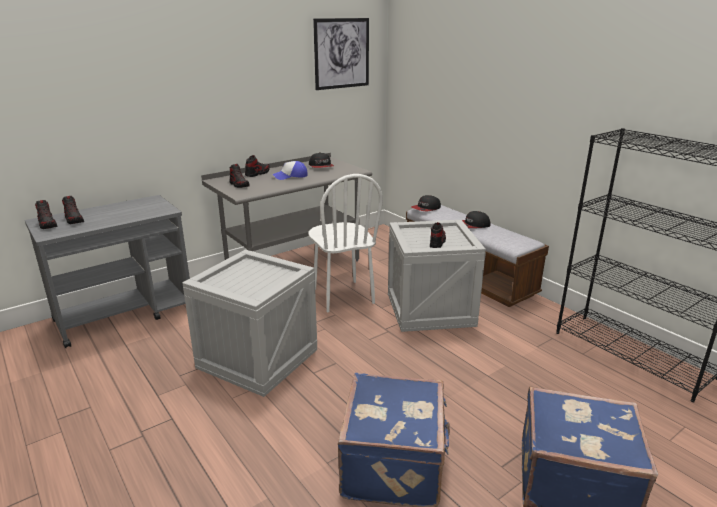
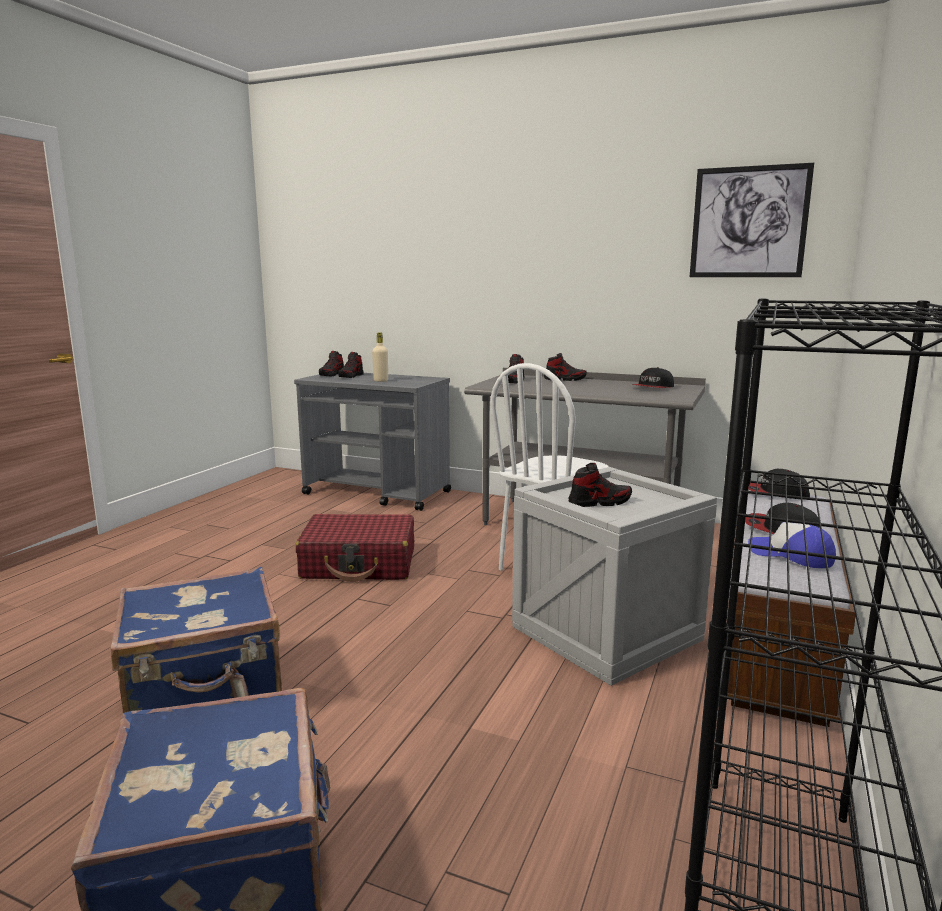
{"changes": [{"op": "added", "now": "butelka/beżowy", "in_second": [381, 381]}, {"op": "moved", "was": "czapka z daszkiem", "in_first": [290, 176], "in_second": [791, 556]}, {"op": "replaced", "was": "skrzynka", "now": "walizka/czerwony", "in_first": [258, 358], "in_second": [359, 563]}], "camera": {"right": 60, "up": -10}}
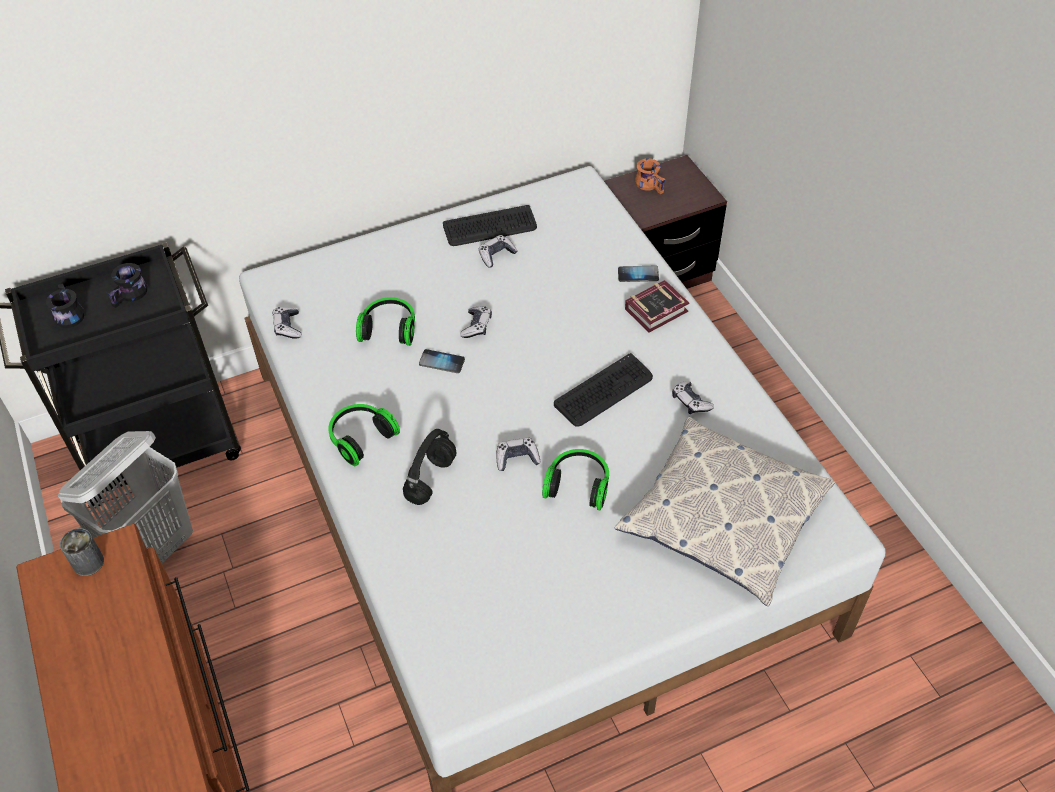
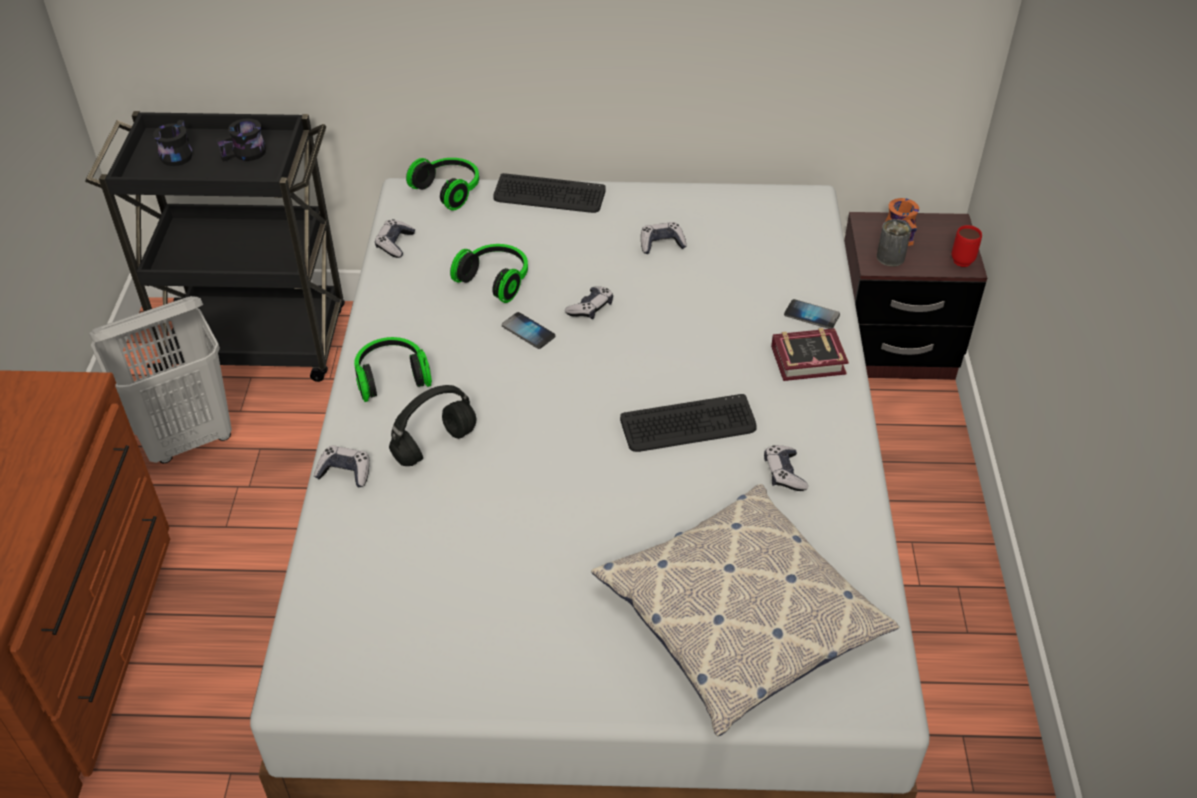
{"changes": [{"op": "added", "now": "kubek/czerwony", "in_second": [961, 258]}, {"op": "moved", "was": "puszka", "in_first": [88, 562], "in_second": [890, 257]}, {"op": "moved", "was": "klawiatura", "in_first": [490, 227], "in_second": [549, 195]}, {"op": "moved", "was": "pad do gier", "in_first": [517, 458], "in_second": [345, 472]}, {"op": "moved", "was": "słuchawki", "in_first": [578, 485], "in_second": [449, 190]}], "camera": {"right": 25, "up": -5}}
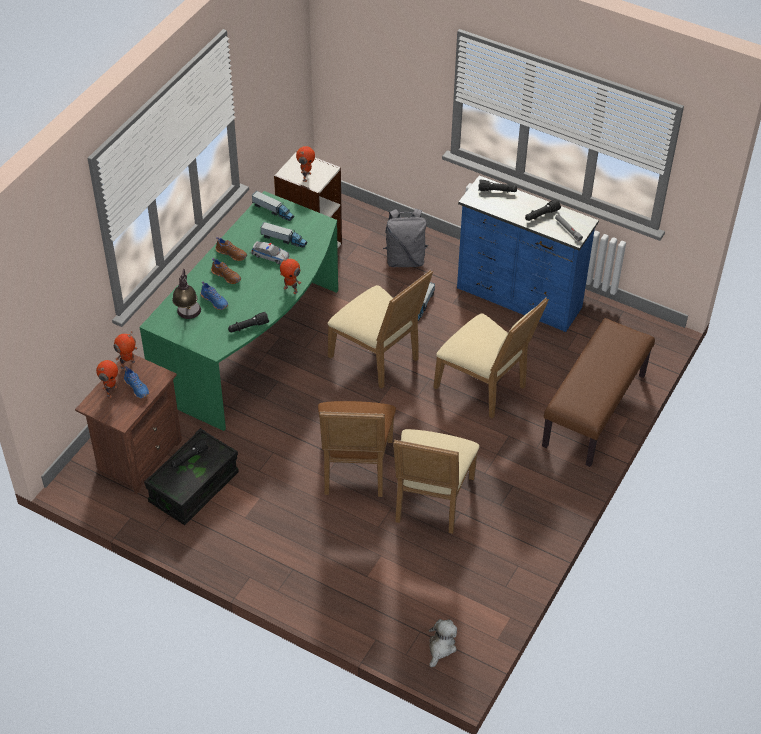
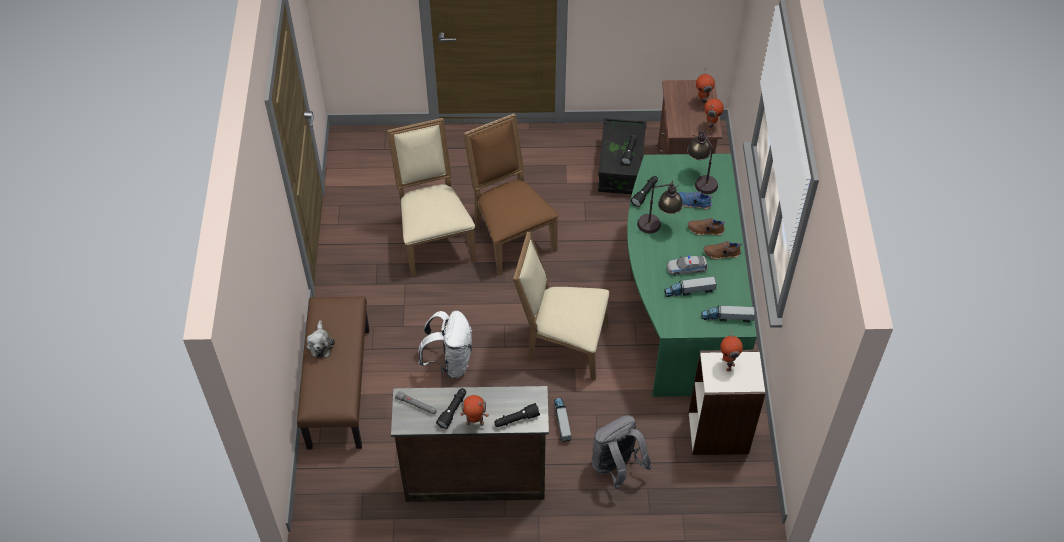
{"changes": [{"op": "removed", "was": "but/niebieski", "in_first": [137, 387]}, {"op": "added", "now": "lampa stołowa", "in_second": [658, 225]}, {"op": "moved", "was": "robot zabawkowy", "in_first": [291, 289], "in_second": [474, 424]}, {"op": "moved", "was": "pluszak", "in_first": [441, 647], "in_second": [320, 344]}, {"op": "replaced", "was": "krzesło/beżowy", "now": "plecak/biały", "in_first": [485, 387], "in_second": [449, 362]}, {"op": "recoloured", "was": "komoda/niebieski", "now": "komoda/brązowy", "in_first": [519, 299], "in_second": [474, 478]}], "camera": {"right": 150, "up": 5}}
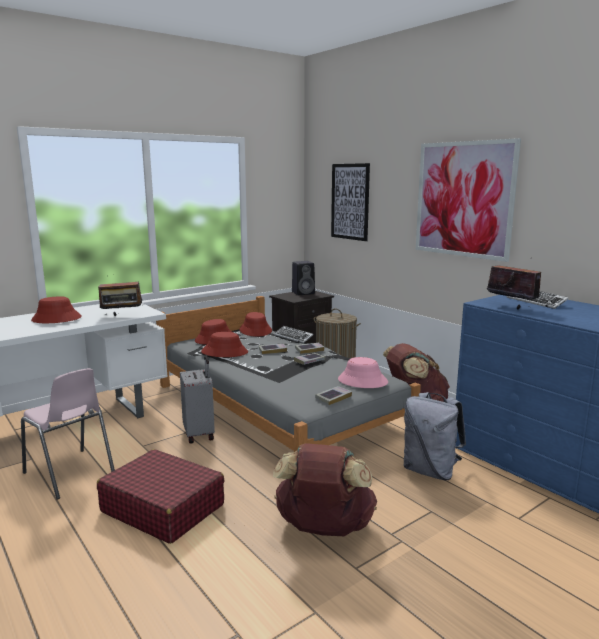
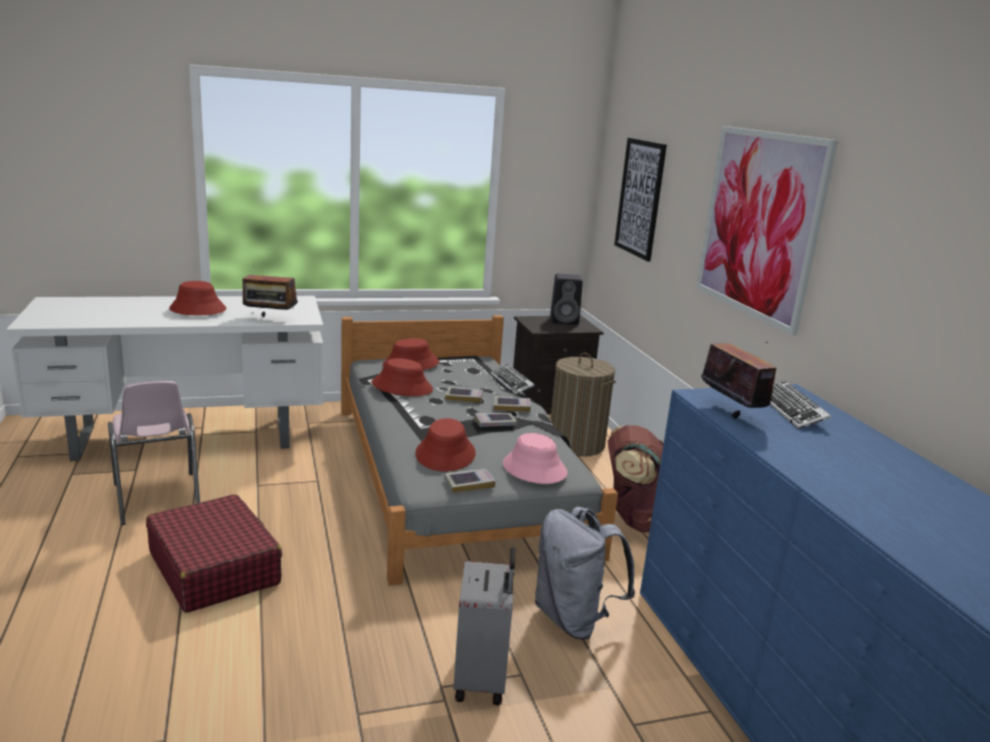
{"changes": [{"op": "removed", "was": "plecak/brązowy", "in_first": [324, 529]}, {"op": "moved", "was": "walizka/szary", "in_first": [200, 434], "in_second": [482, 680]}, {"op": "moved", "was": "kapelusz/czerwony", "in_first": [255, 330], "in_second": [445, 454]}], "camera": {"right": 20, "up": 5}}
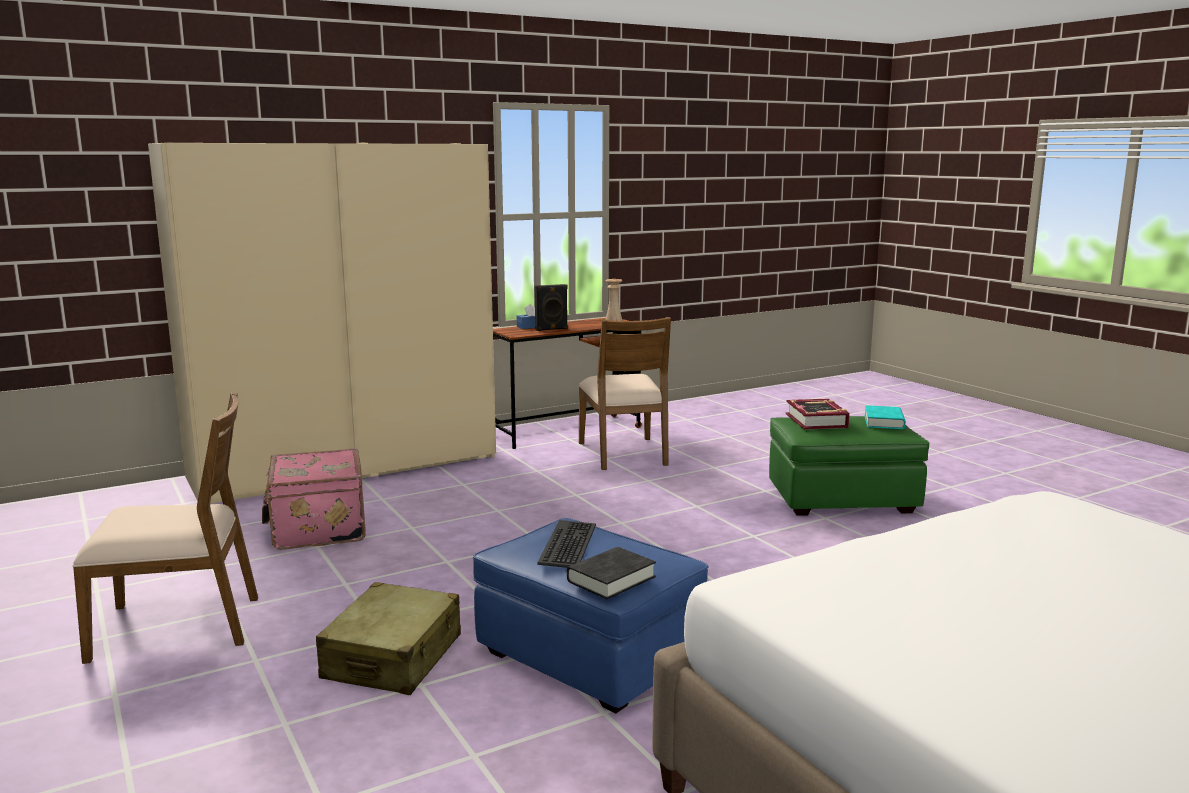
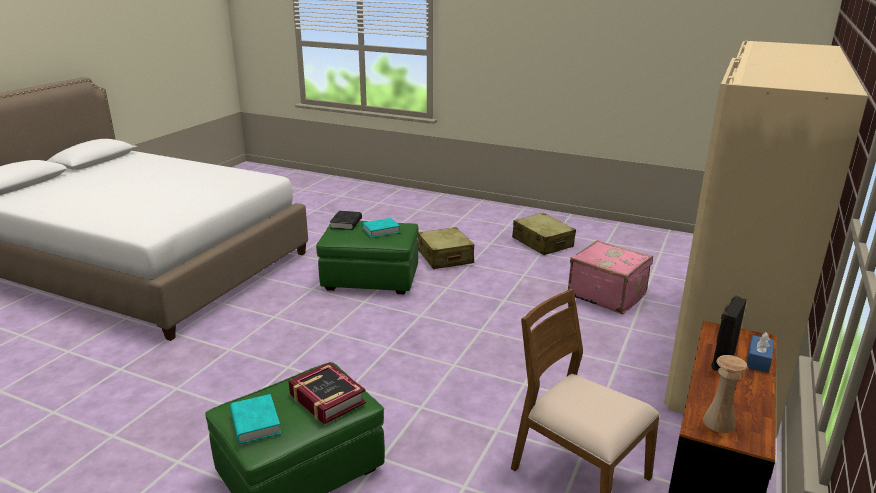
{"changes": [{"op": "replaced", "was": "krzesło/brązowy", "now": "walizka/beżowy", "in_first": [178, 626], "in_second": [542, 243]}, {"op": "replaced", "was": "klawiatura", "now": "książka/turkusowy", "in_first": [569, 545], "in_second": [381, 230]}, {"op": "recoloured", "was": "pufa/niebieski", "now": "pufa/zielony", "in_first": [589, 658], "in_second": [371, 279]}], "camera": {"right": 145, "up": 10}}
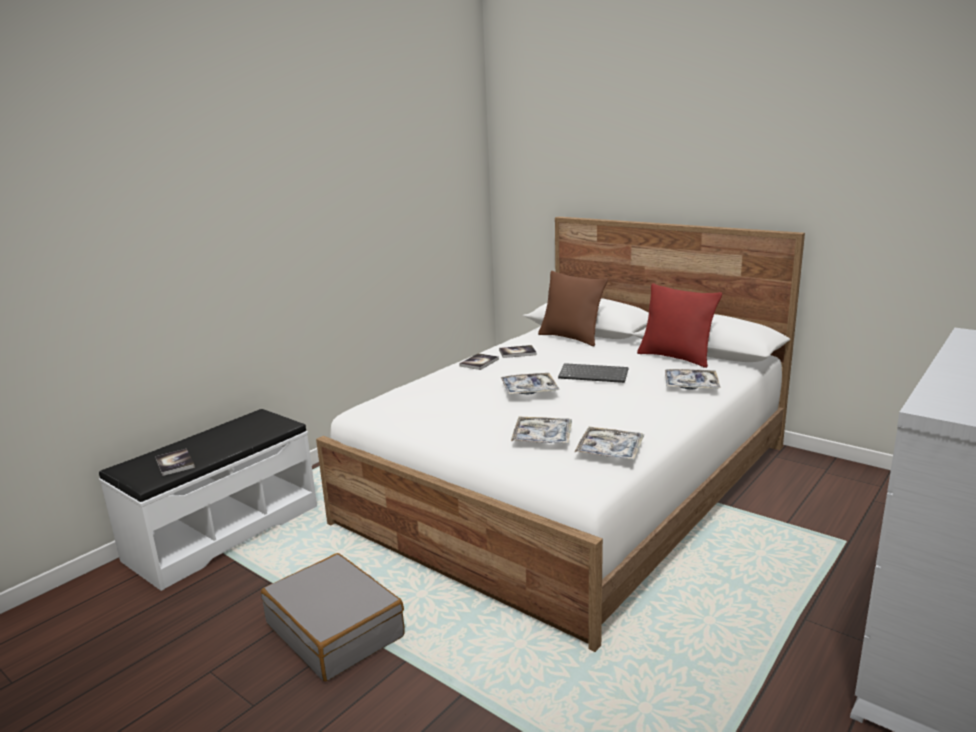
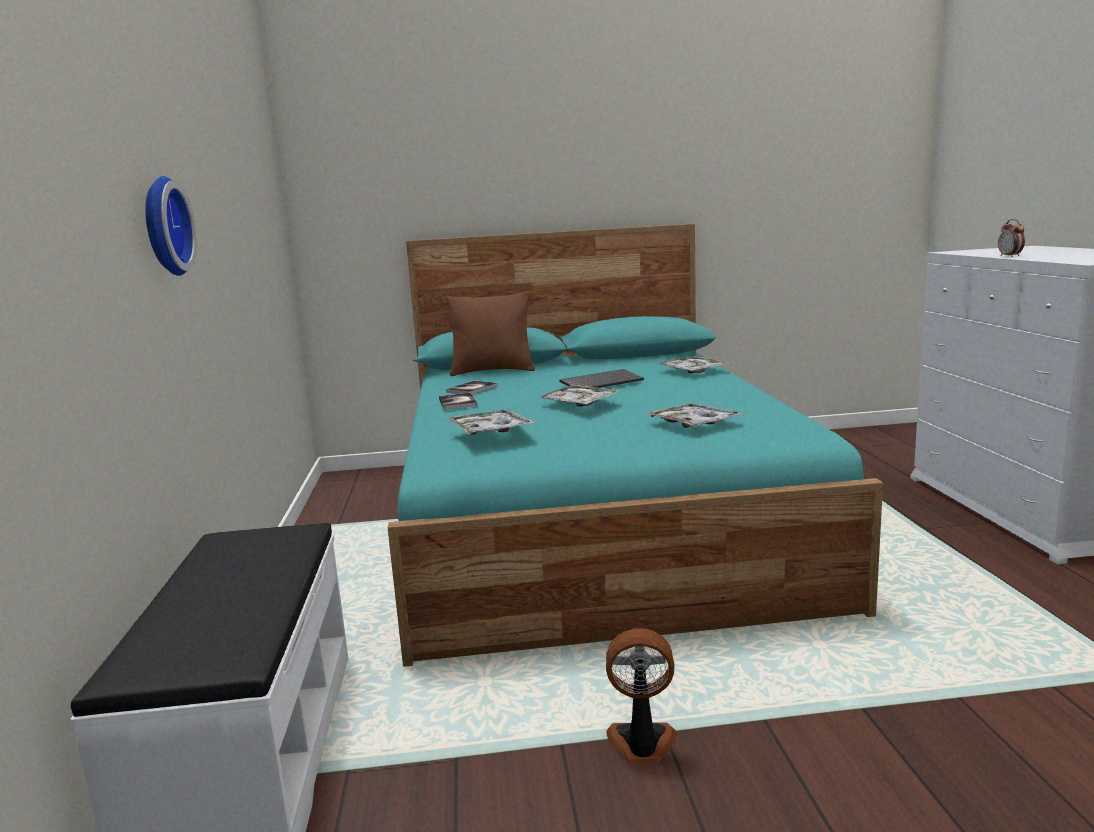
{"changes": [{"op": "removed", "was": "książka", "in_first": [175, 463]}, {"op": "removed", "was": "poduszka/czerwony", "in_first": [676, 357]}, {"op": "added", "now": "zegar ścienny", "in_second": [162, 227]}, {"op": "added", "now": "budzik", "in_second": [1010, 256]}, {"op": "moved", "was": "taca", "in_first": [609, 450], "in_second": [490, 431]}, {"op": "replaced", "was": "walizka/szary", "now": "wentylator", "in_first": [335, 630], "in_second": [641, 745]}, {"op": "recoloured", "was": "łóżko/biały", "now": "łóżko/turkusowy", "in_first": [574, 483], "in_second": [594, 520]}], "camera": {"right": -45, "up": -5}}
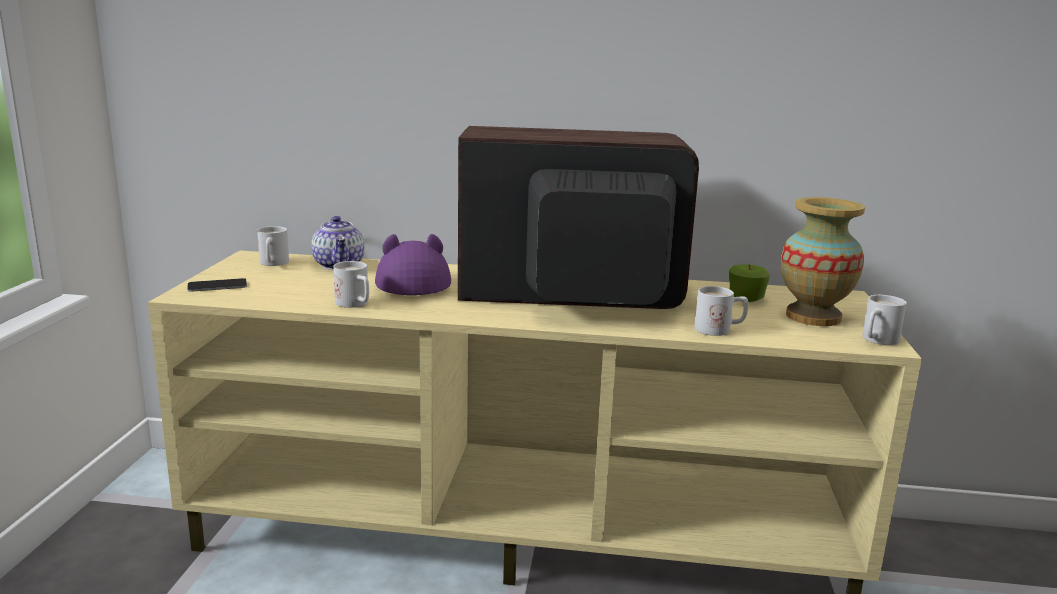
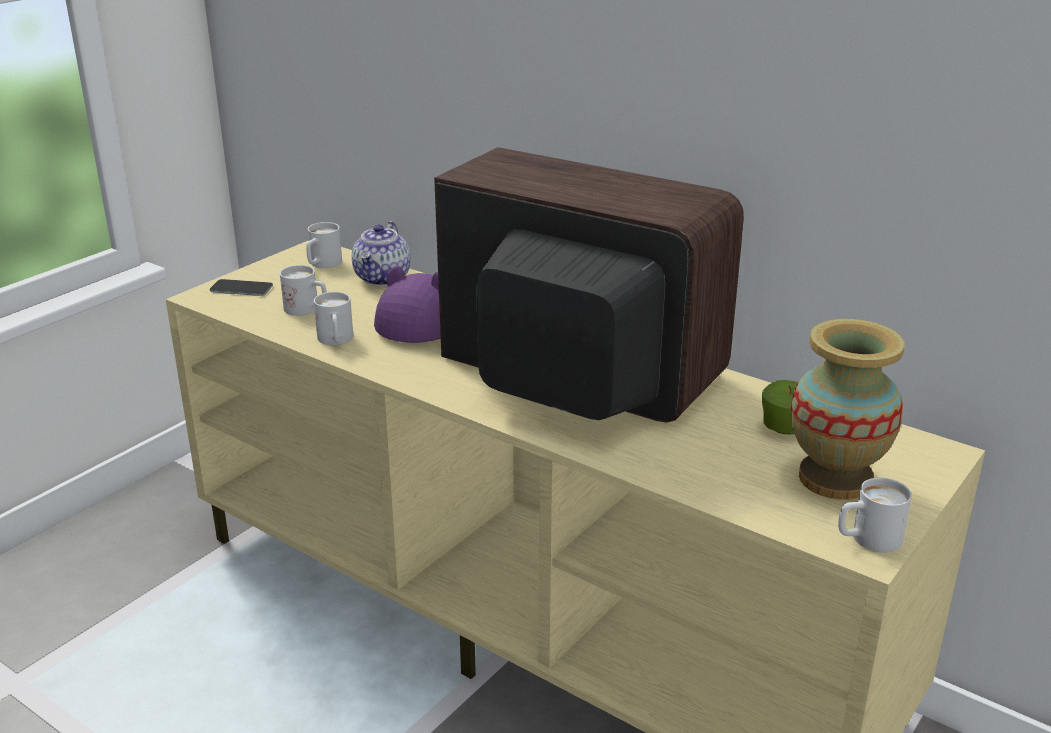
{"changes": [{"op": "moved", "was": "kubek/biały", "in_first": [720, 330], "in_second": [307, 310]}], "camera": {"right": 30, "up": 10}}
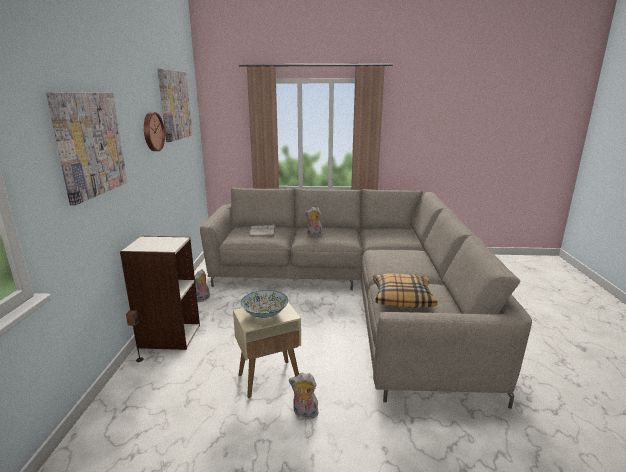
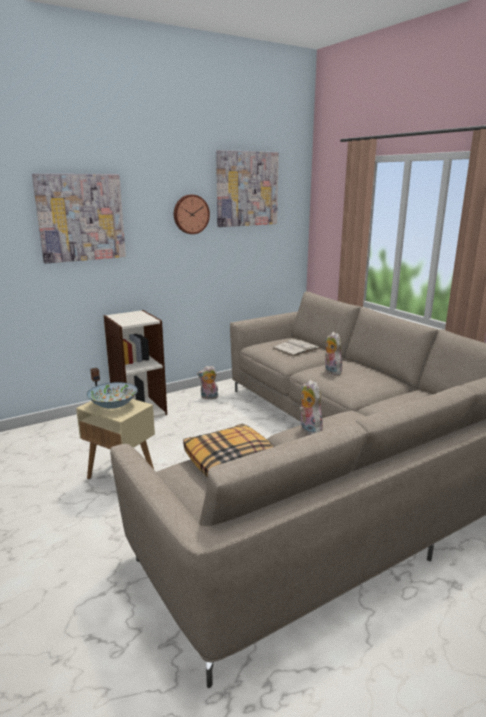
{"changes": [{"op": "moved", "was": "pluszak", "in_first": [304, 413], "in_second": [308, 429]}], "camera": {"right": 55, "up": 0}}
